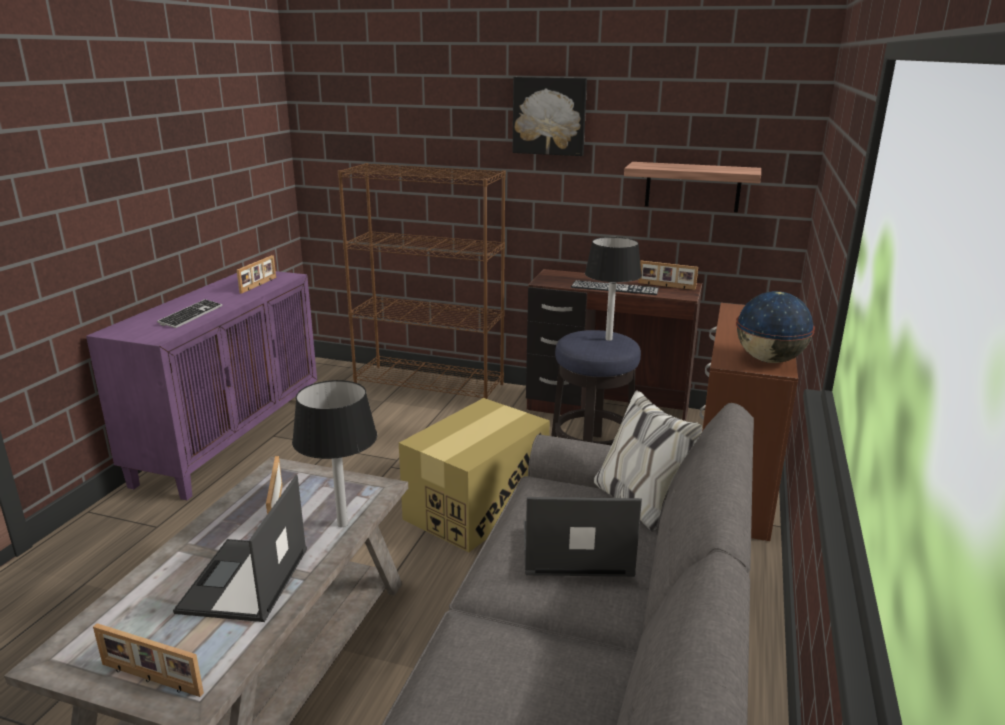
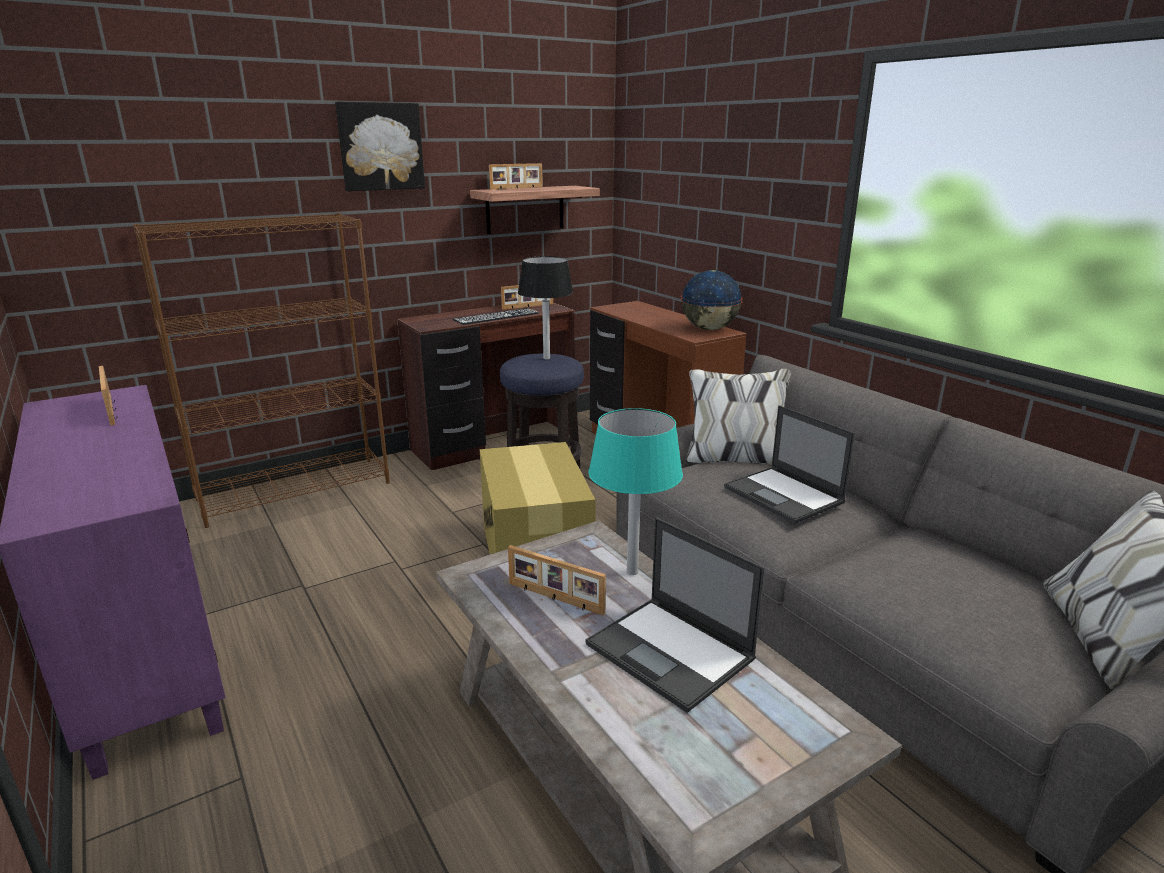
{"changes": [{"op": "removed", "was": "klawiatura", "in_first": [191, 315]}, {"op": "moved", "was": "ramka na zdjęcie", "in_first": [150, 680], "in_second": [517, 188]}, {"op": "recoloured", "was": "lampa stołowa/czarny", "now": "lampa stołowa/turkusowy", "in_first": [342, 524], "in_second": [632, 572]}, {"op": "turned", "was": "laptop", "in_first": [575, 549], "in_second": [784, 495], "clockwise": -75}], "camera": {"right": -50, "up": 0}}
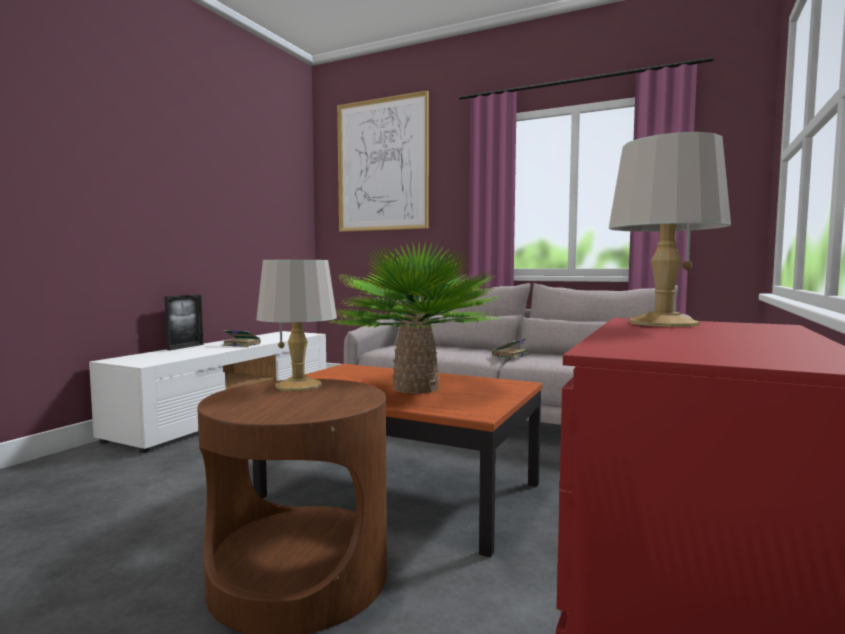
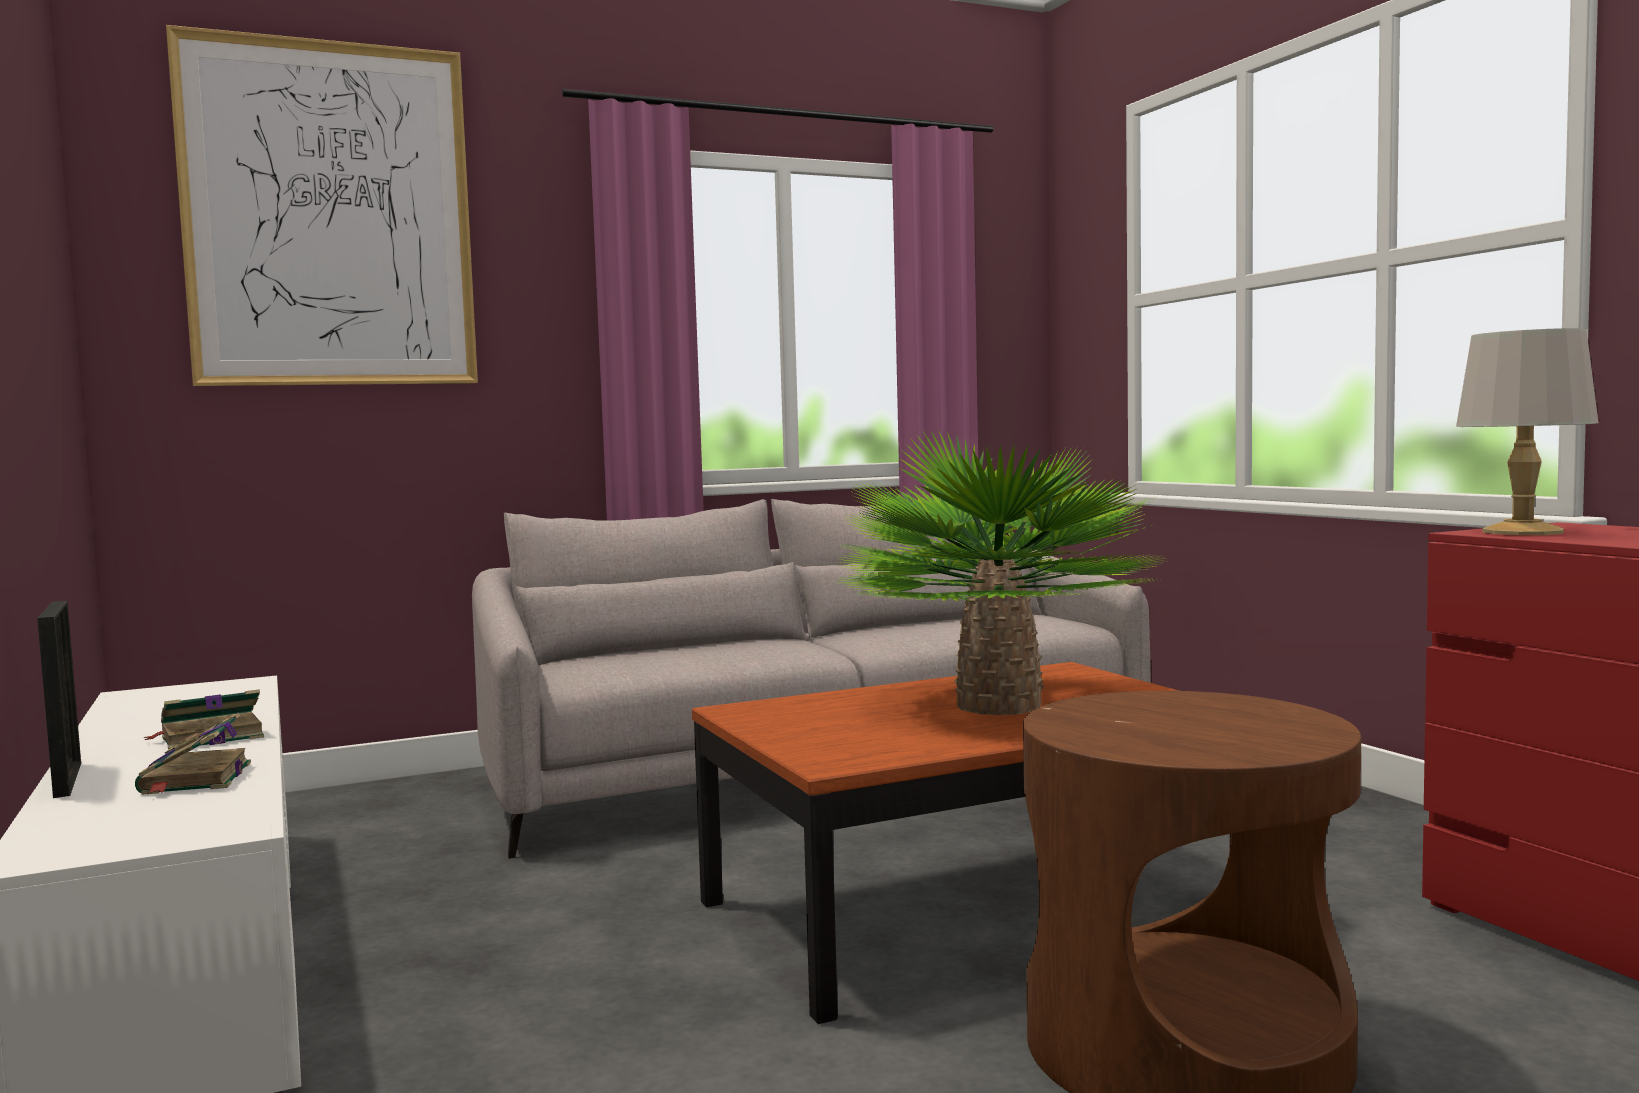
{"changes": [{"op": "removed", "was": "lampa stołowa/szary", "in_first": [299, 385]}, {"op": "moved", "was": "książka", "in_first": [510, 355], "in_second": [195, 779]}], "camera": {"right": -50, "up": 0}}
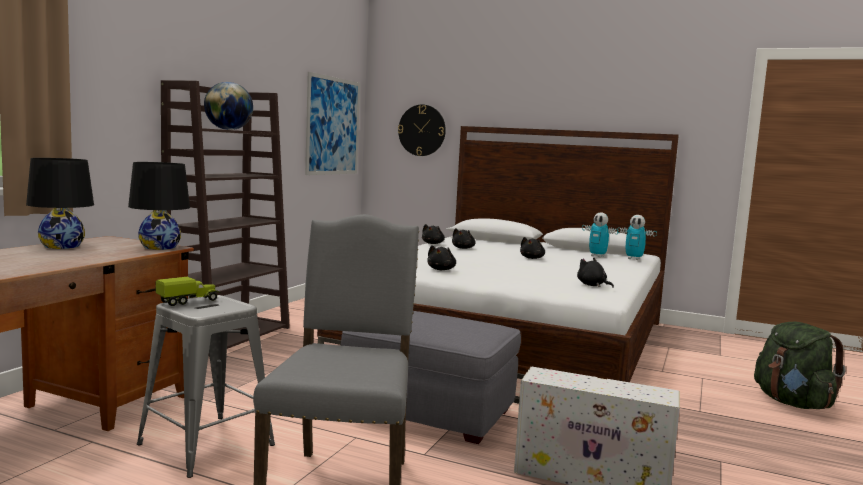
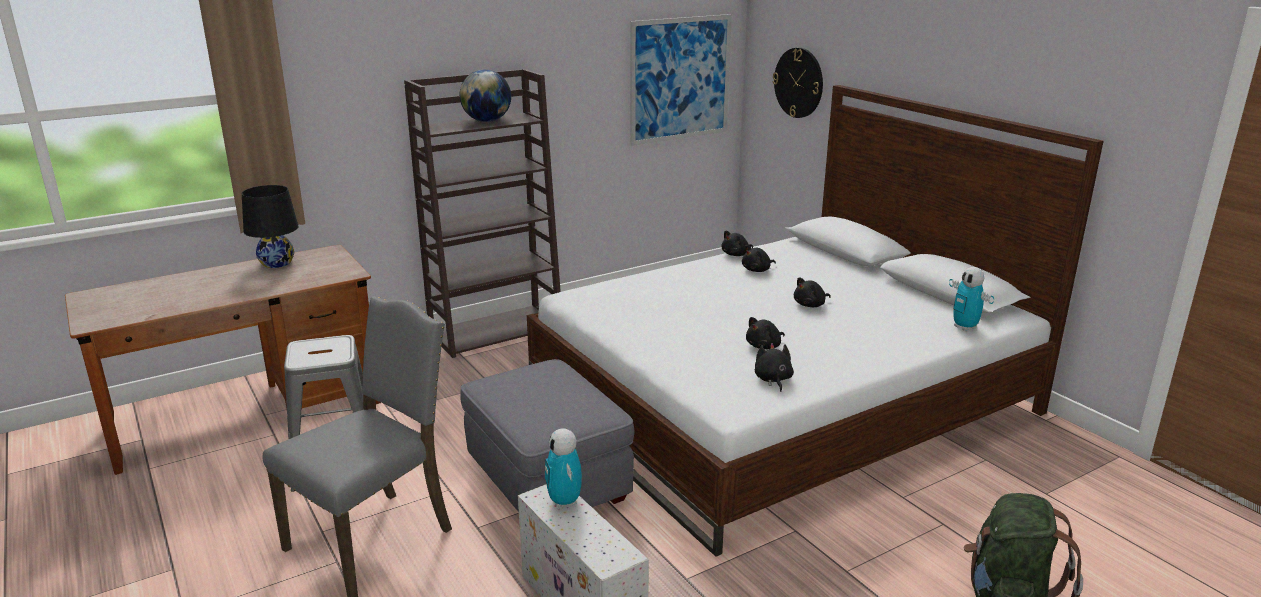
{"changes": [{"op": "removed", "was": "lampa stołowa/czarny", "in_first": [160, 247]}, {"op": "removed", "was": "ciężarówka zabawkowa", "in_first": [189, 301]}, {"op": "moved", "was": "pluszak/czarny", "in_first": [441, 269], "in_second": [764, 346]}, {"op": "moved", "was": "robot zabawkowy", "in_first": [597, 256], "in_second": [564, 502]}], "camera": {"right": 35, "up": 15}}
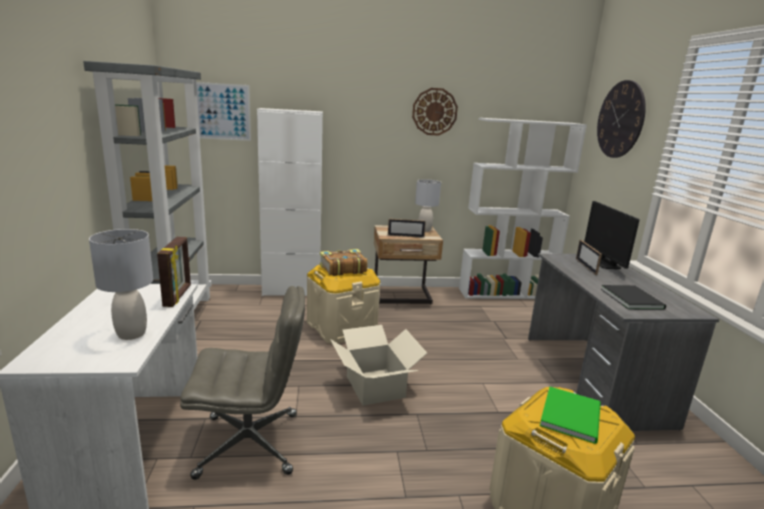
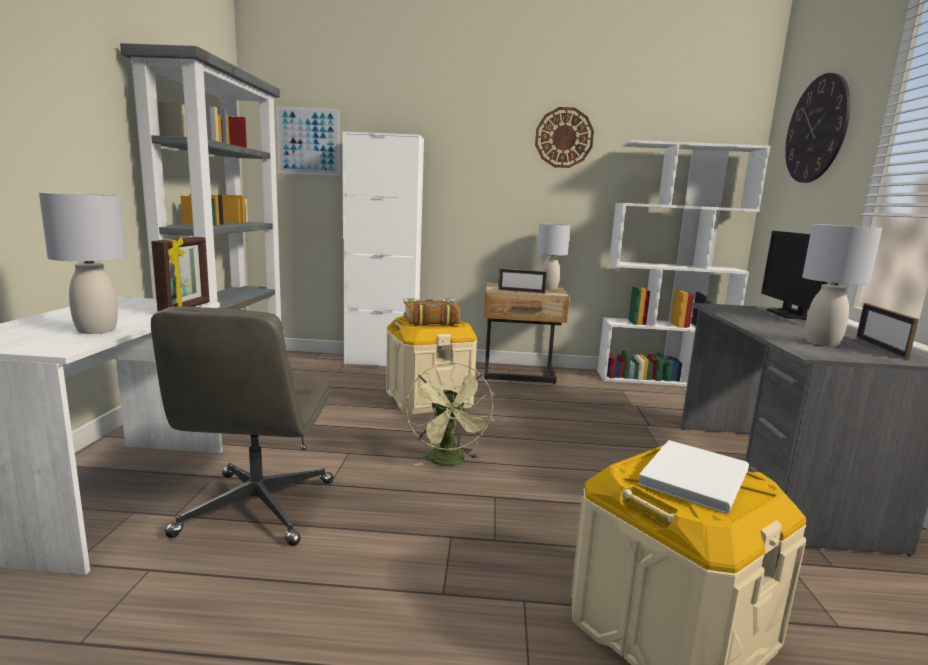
{"changes": [{"op": "moved", "was": "ramka na zdjęcie", "in_first": [586, 266], "in_second": [880, 348]}, {"op": "replaced", "was": "karton", "now": "wentylator/zielony", "in_first": [376, 386], "in_second": [449, 462]}, {"op": "replaced", "was": "książka/czarny", "now": "lampa stołowa/szary", "in_first": [631, 298], "in_second": [822, 343]}, {"op": "recoloured", "was": "książka/zielony", "now": "książka/biały", "in_first": [572, 415], "in_second": [698, 477]}, {"op": "turned", "was": "krzesło biurowe/szary", "in_first": [250, 444], "in_second": [257, 508], "clockwise": 90}], "camera": {"right": 10, "up": -5}}
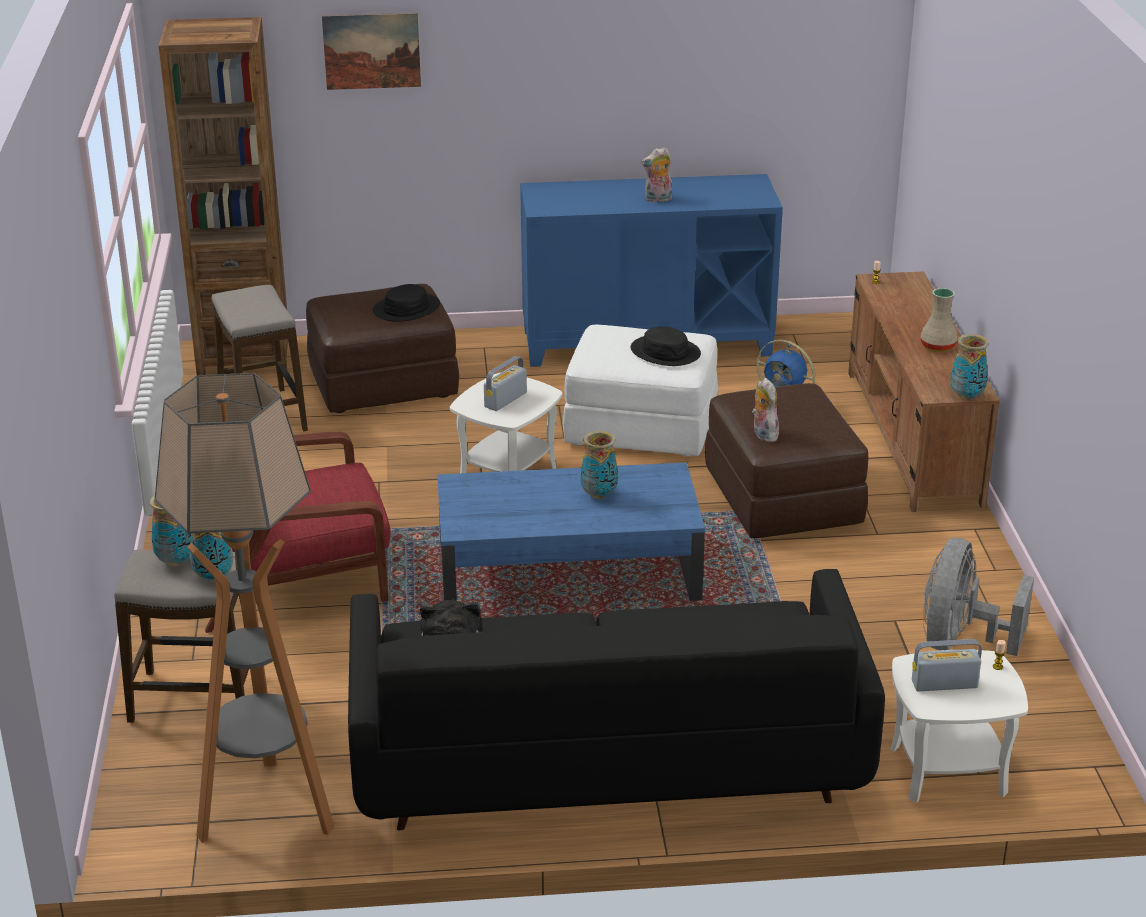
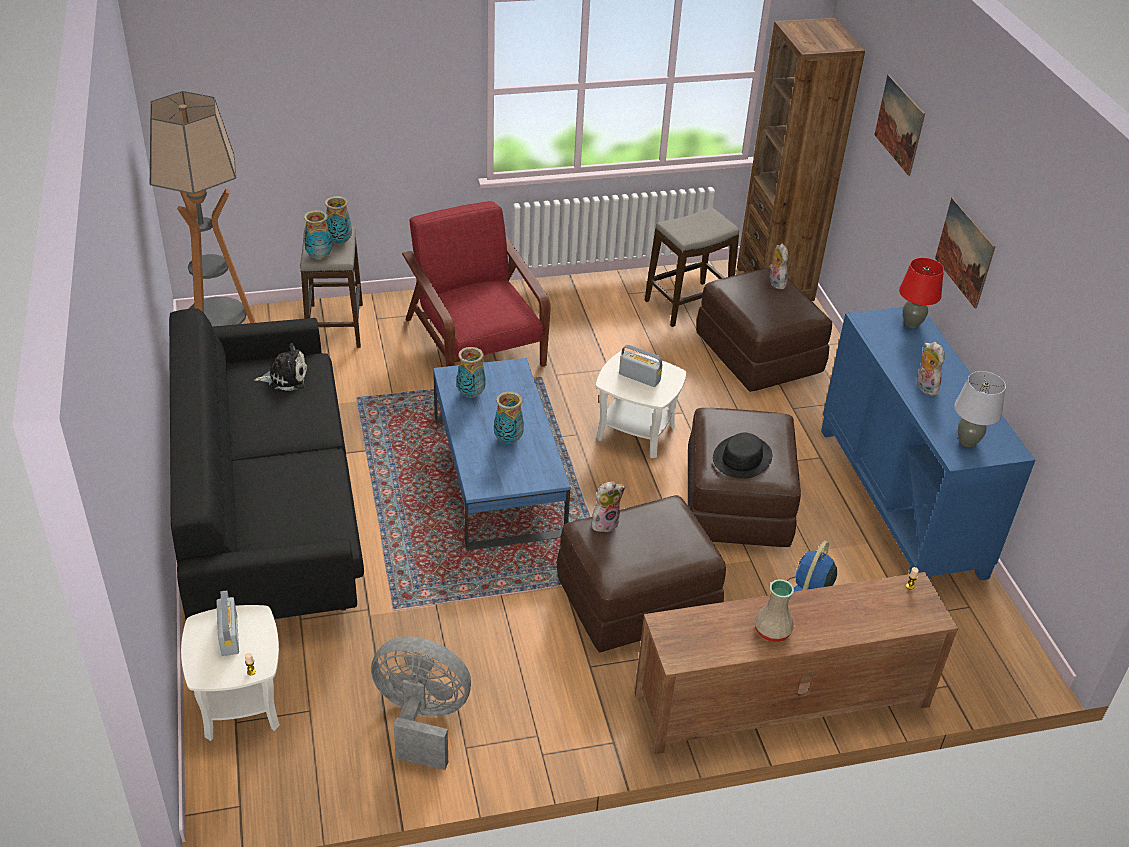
{"changes": [{"op": "removed", "was": "kapelusz/czarny", "in_first": [406, 309]}, {"op": "added", "now": "pluszak", "in_second": [775, 282]}, {"op": "added", "now": "lampa stołowa/czerwony", "in_second": [911, 324]}, {"op": "added", "now": "obraz", "in_second": [965, 252]}, {"op": "added", "now": "lampa stołowa/szary", "in_second": [967, 442]}, {"op": "moved", "was": "wazon", "in_first": [966, 396], "in_second": [471, 394]}, {"op": "recoloured", "was": "pufa/biały", "now": "pufa/brązowy", "in_first": [642, 427], "in_second": [737, 505]}], "camera": {"right": 80, "up": 10}}
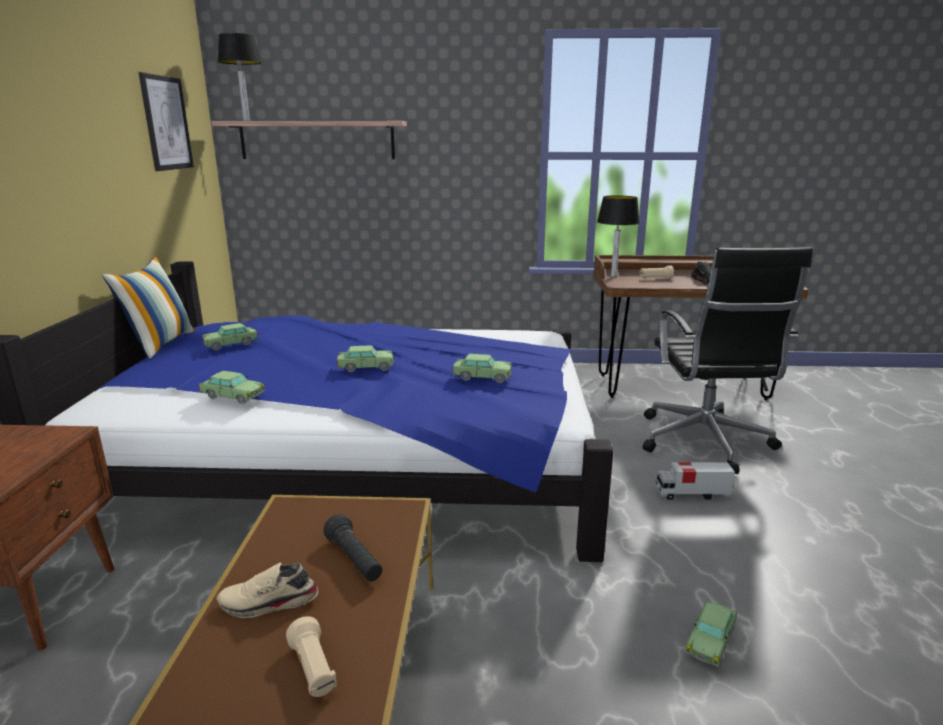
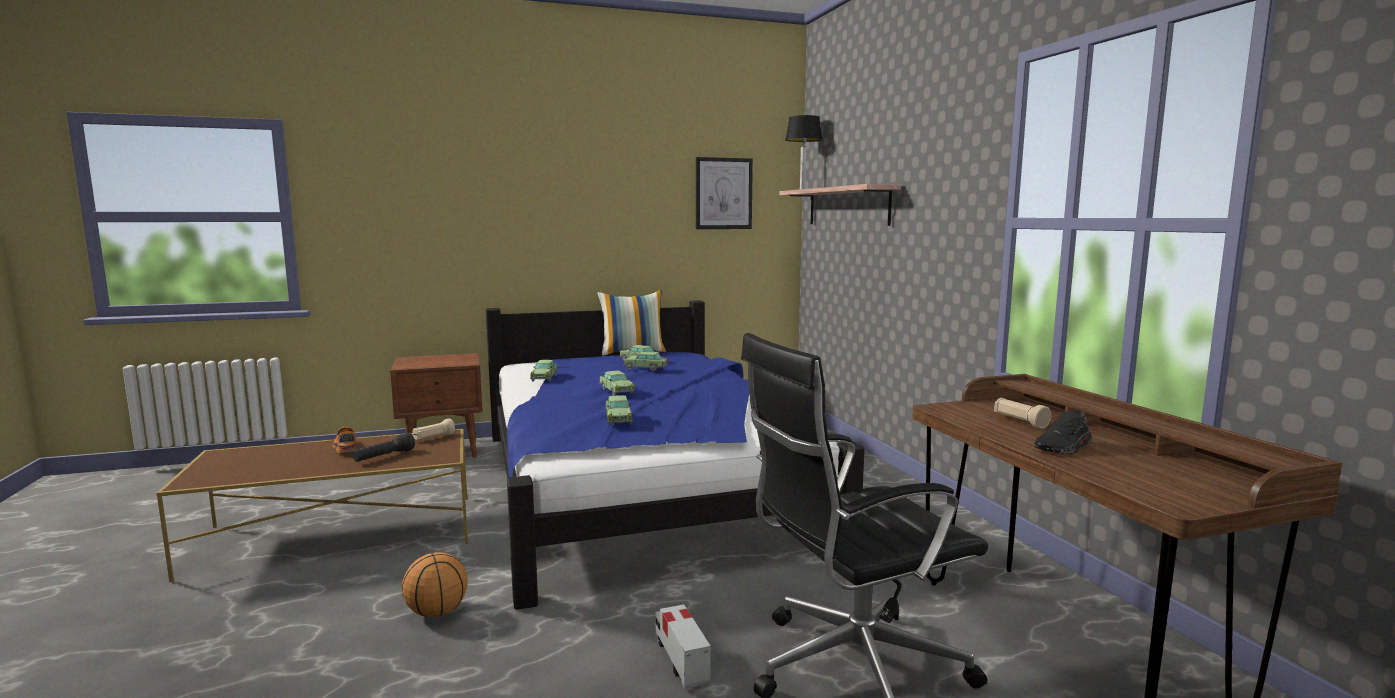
{"changes": [{"op": "removed", "was": "lampa stołowa", "in_first": [614, 276]}, {"op": "added", "now": "piłka do koszykówki", "in_second": [437, 612]}, {"op": "moved", "was": "latarka/beżowy", "in_first": [313, 670], "in_second": [433, 438]}, {"op": "moved", "was": "samochodzik", "in_first": [710, 641], "in_second": [645, 368]}, {"op": "recoloured", "was": "but/beżowy", "now": "but/pomarańczowy", "in_first": [268, 604], "in_second": [345, 448]}], "camera": {"right": 70, "up": -10}}
